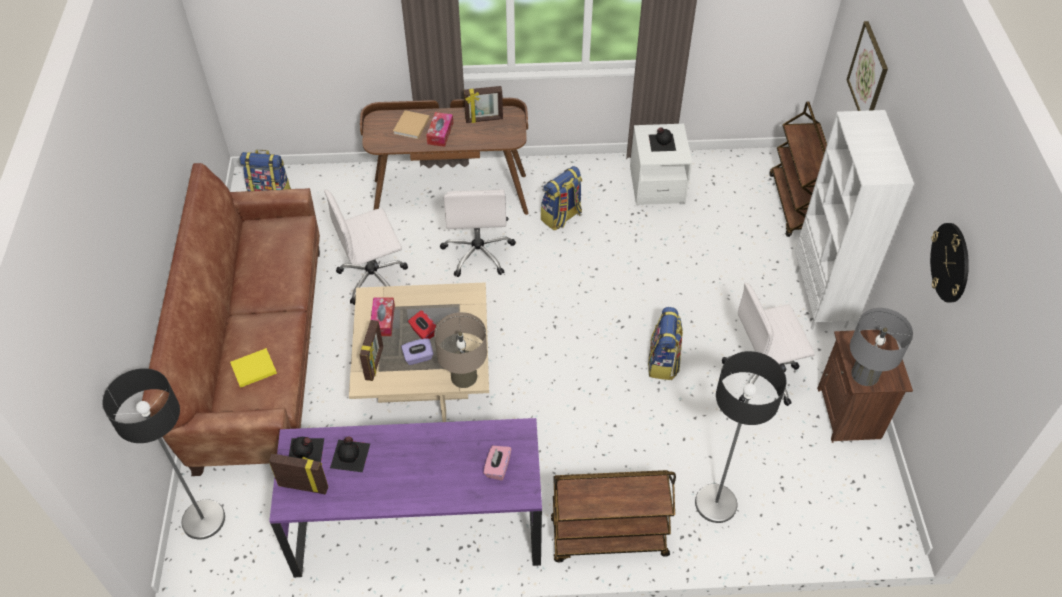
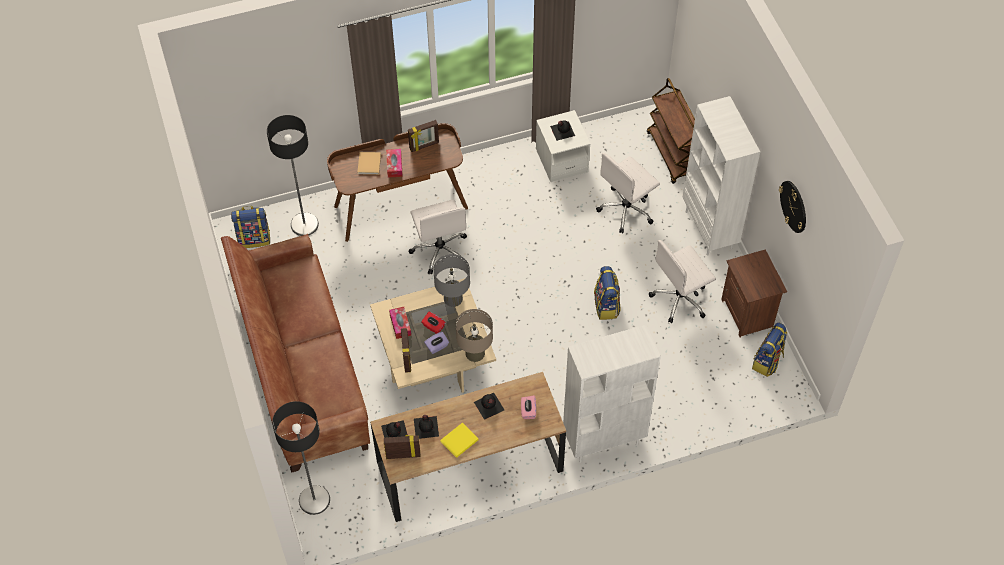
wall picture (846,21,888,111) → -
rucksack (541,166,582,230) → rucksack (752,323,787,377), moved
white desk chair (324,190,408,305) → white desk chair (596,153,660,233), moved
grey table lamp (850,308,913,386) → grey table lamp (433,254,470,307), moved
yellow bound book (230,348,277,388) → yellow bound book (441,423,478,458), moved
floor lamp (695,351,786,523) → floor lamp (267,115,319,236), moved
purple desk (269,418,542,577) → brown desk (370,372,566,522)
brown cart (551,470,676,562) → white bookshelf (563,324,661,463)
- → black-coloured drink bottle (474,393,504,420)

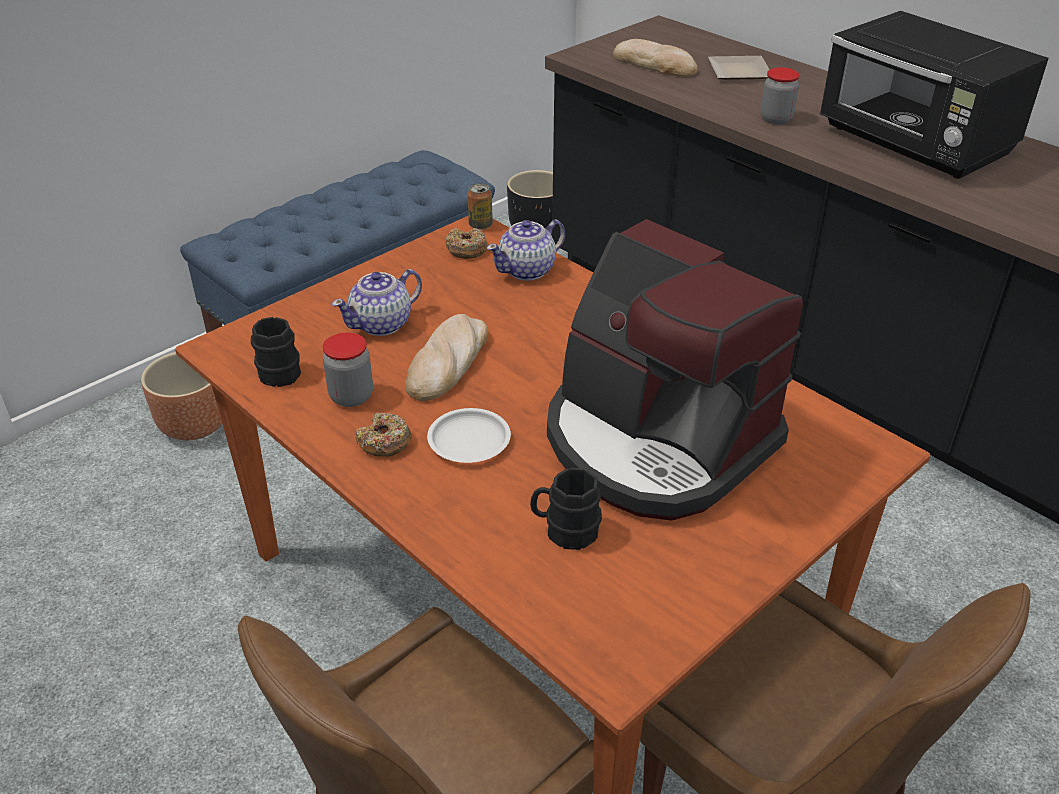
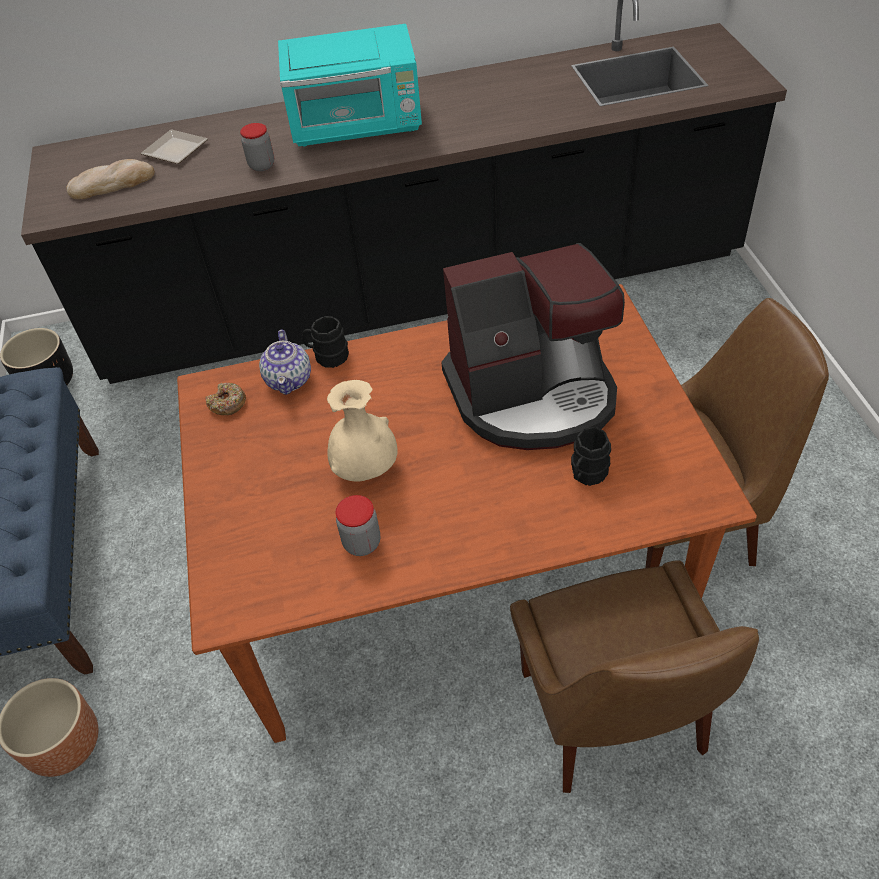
black-coloured microwave (819,11,1048,179) → turquoise microwave (278,24,422,147)
sealed can (467,183,493,230) → -
teapot (332,269,422,336) → -
bread (405,314,488,401) → sand-coloured decorative vase (327,380,398,482)
black-coloured coffee mug (251,317,301,387) → black-coloured coffee mug (302,316,349,368), moved
white dinner plate (427,408,511,463) → -
doughnut (355,413,412,457) → -

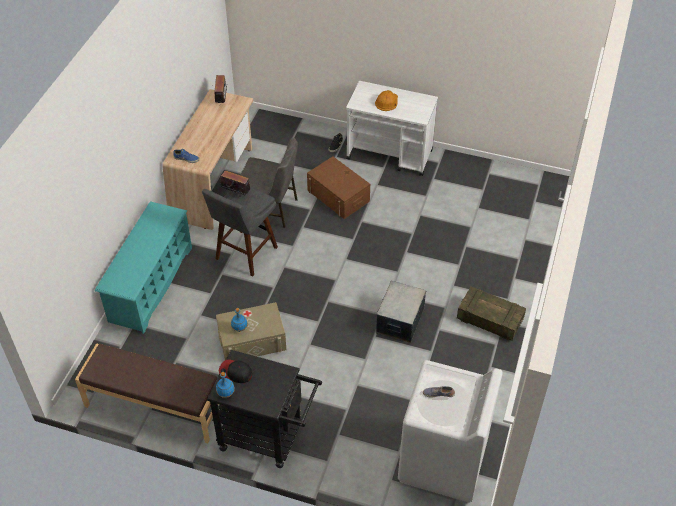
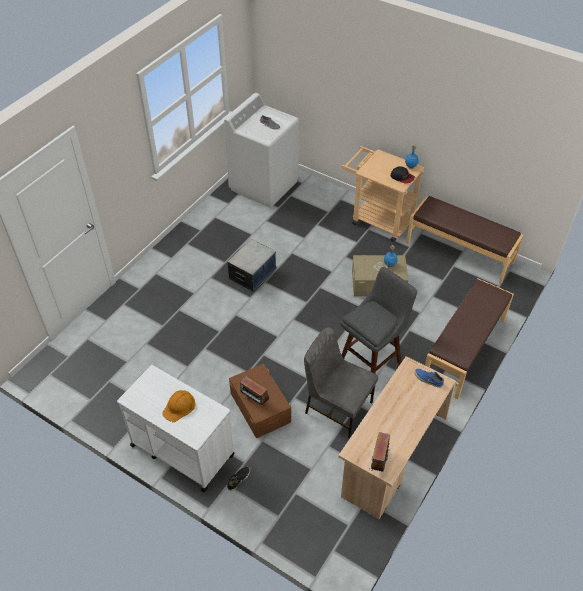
radio set (220,171,250,197) → radio set (240,376,269,407), moved
turquoise shoe rack (95,201,192,334) → brown indoor bench (425,279,514,399)
packing crate (457,287,526,341) → -
black-coloured cart (207,350,322,468) → sand-coloured cart (341,146,425,242)

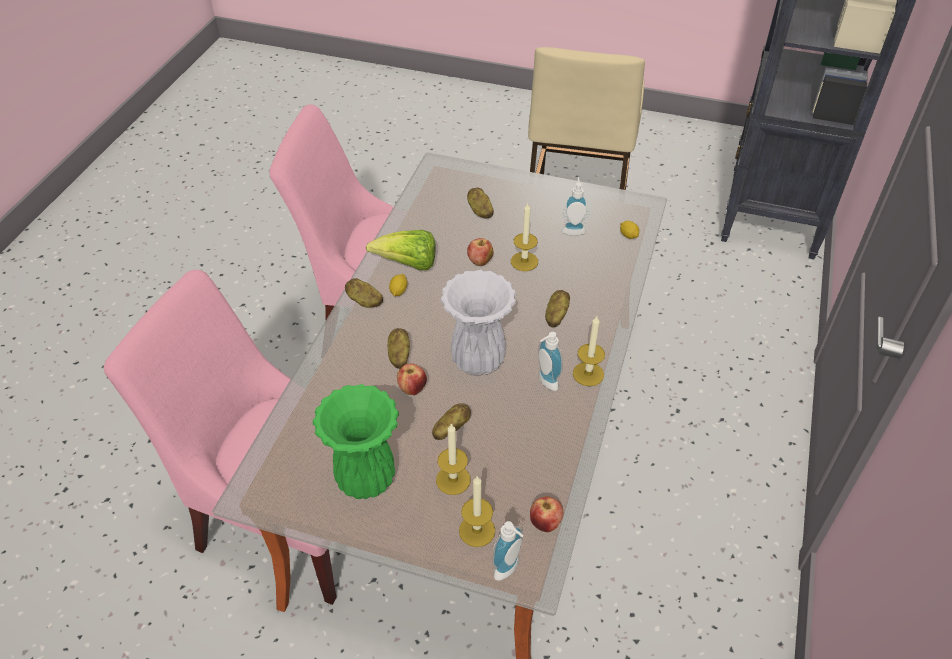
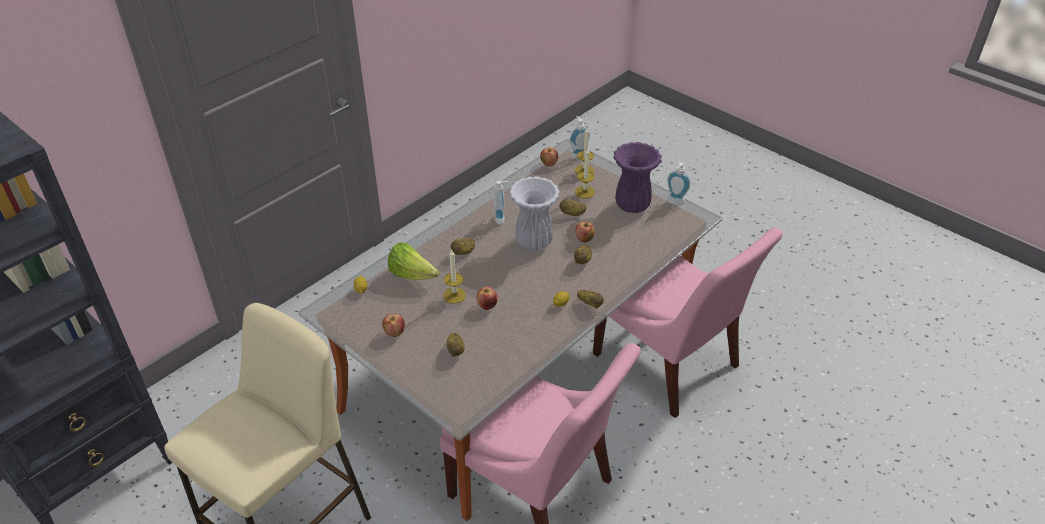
liquid soap bottle (560,177,593,236) → liquid soap bottle (667,163,690,204), moved
lettuce (366,230,436,270) → lettuce (388,243,440,280), moved
wax light (573,316,605,386) → -
greenish decorative vase (313,384,399,499) → purple decorative vase (614,142,662,213)
- → whole apple (382,314,405,337)

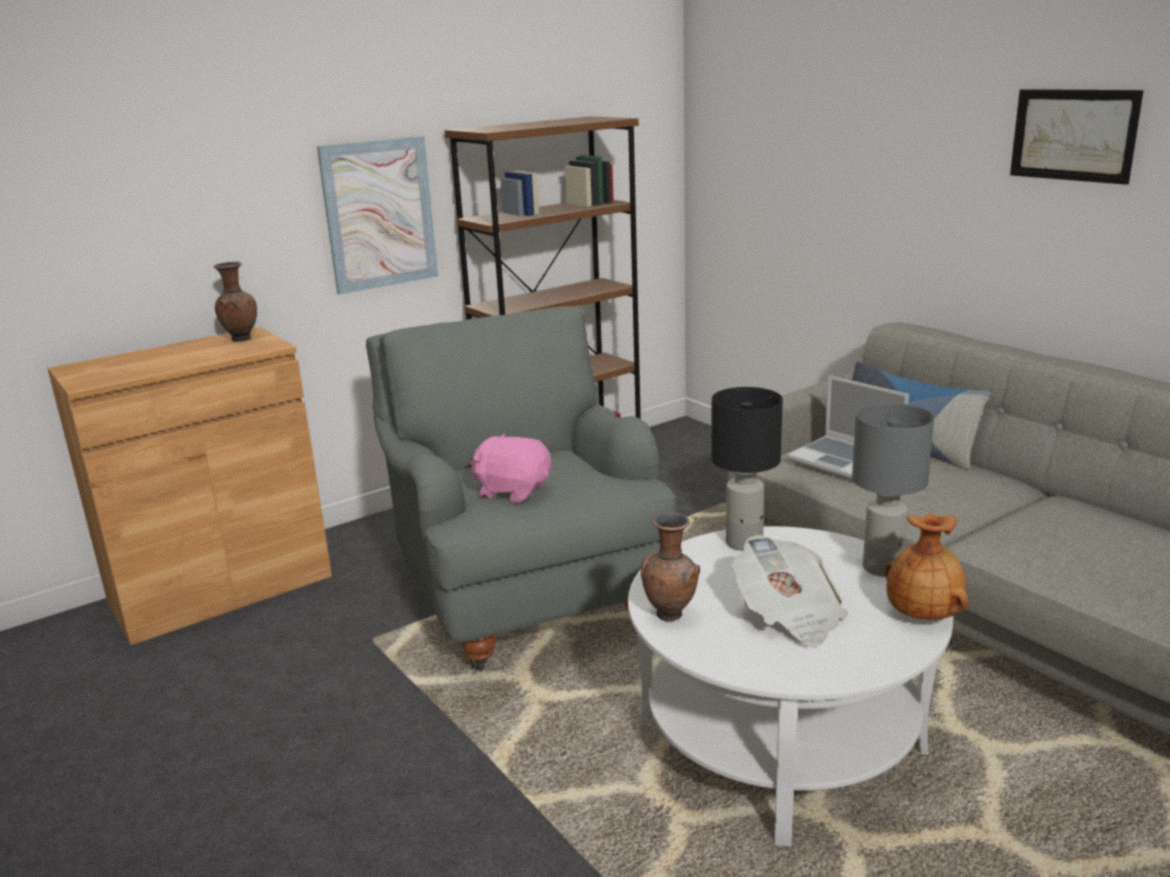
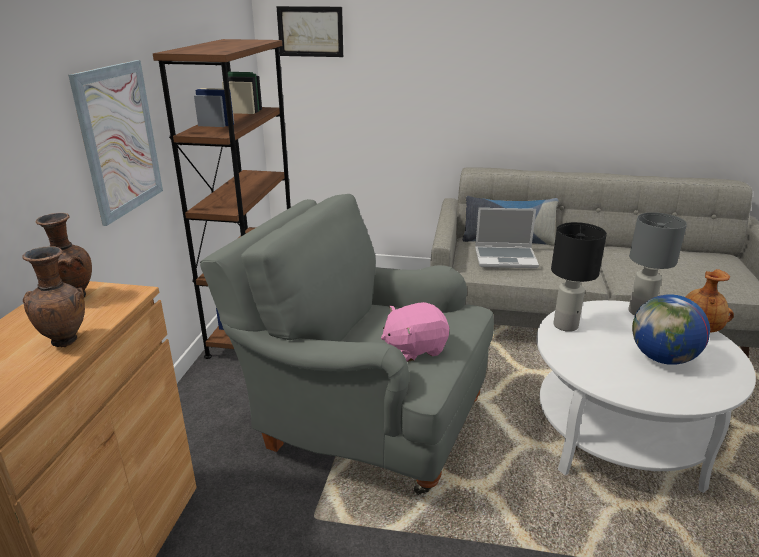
wall picture (1010,89,1144,185) → wall picture (276,6,343,57), moved
brown decorative vase (641,513,700,622) → brown decorative vase (22,246,85,347), moved
daily paper (732,535,848,648) → world globe (632,294,710,365)

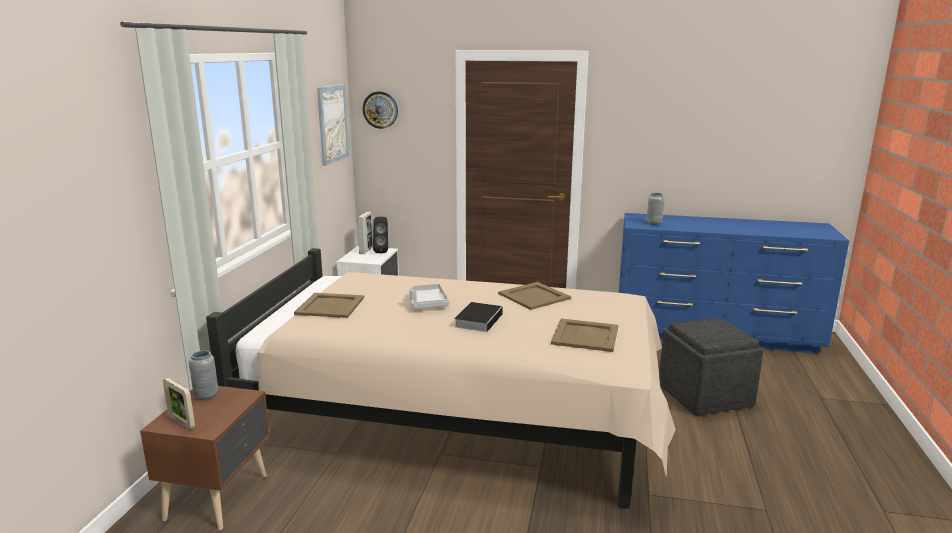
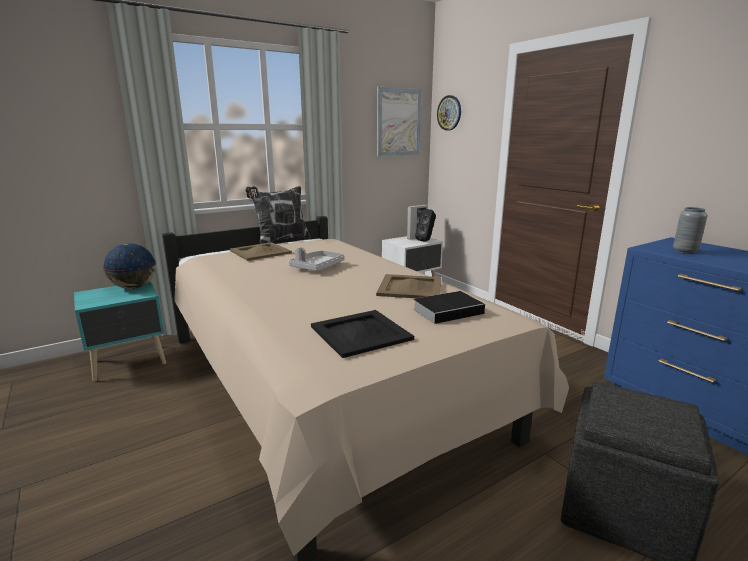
bound book (454,302,503,332) → bound book (413,291,489,324), moved
sand-coloured carrying tray (551,319,618,352) → black-coloured carrying tray (311,310,414,358)
grey decorative vase (189,351,218,400) → world globe (103,243,156,289)
picture frame (163,378,195,430) → -
brown nightstand (140,386,270,530) → turquoise nightstand (74,281,166,382)
- → pillow (246,186,311,244)

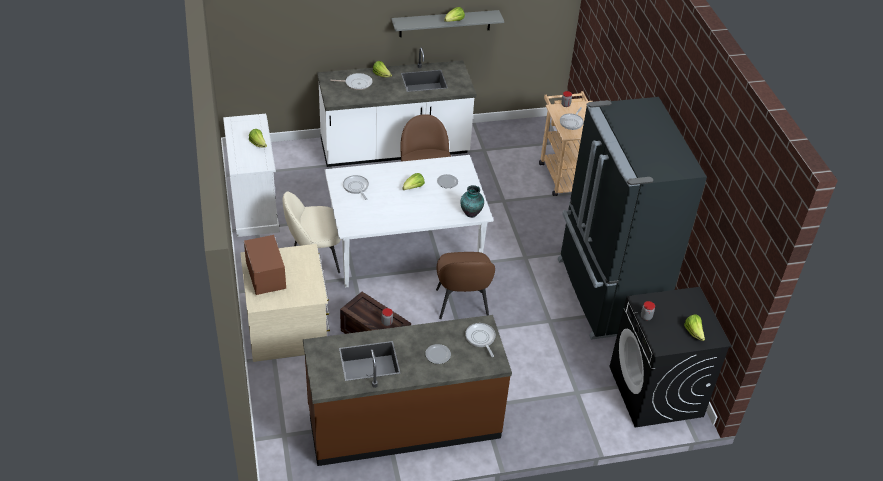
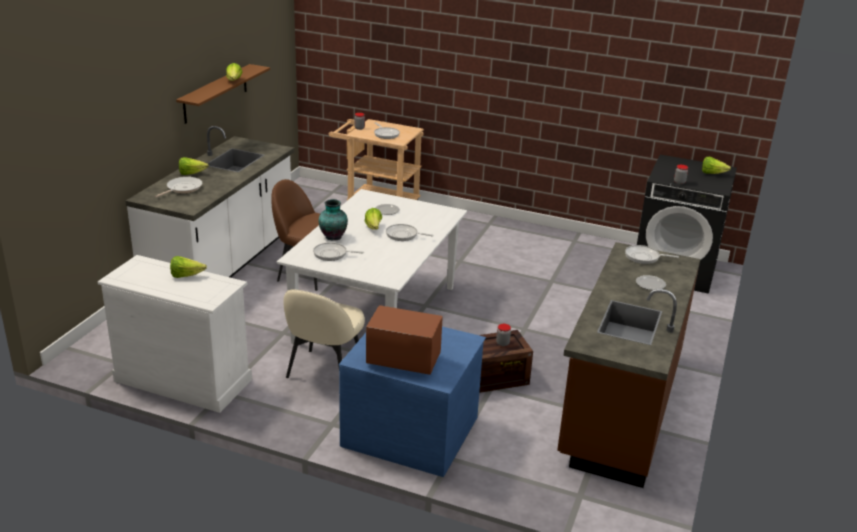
grey bracket shelf (391,10,504,37) → brown bracket shelf (176,64,270,124)
black-coloured fridge (558,97,707,340) → -
decorative vase (460,185,484,218) → decorative vase (319,199,348,240), moved
sand-coloured dresser (240,244,330,362) → bluish dresser (339,327,486,477)
brown plain chair (436,252,495,319) → -
- → skillet (386,224,434,241)

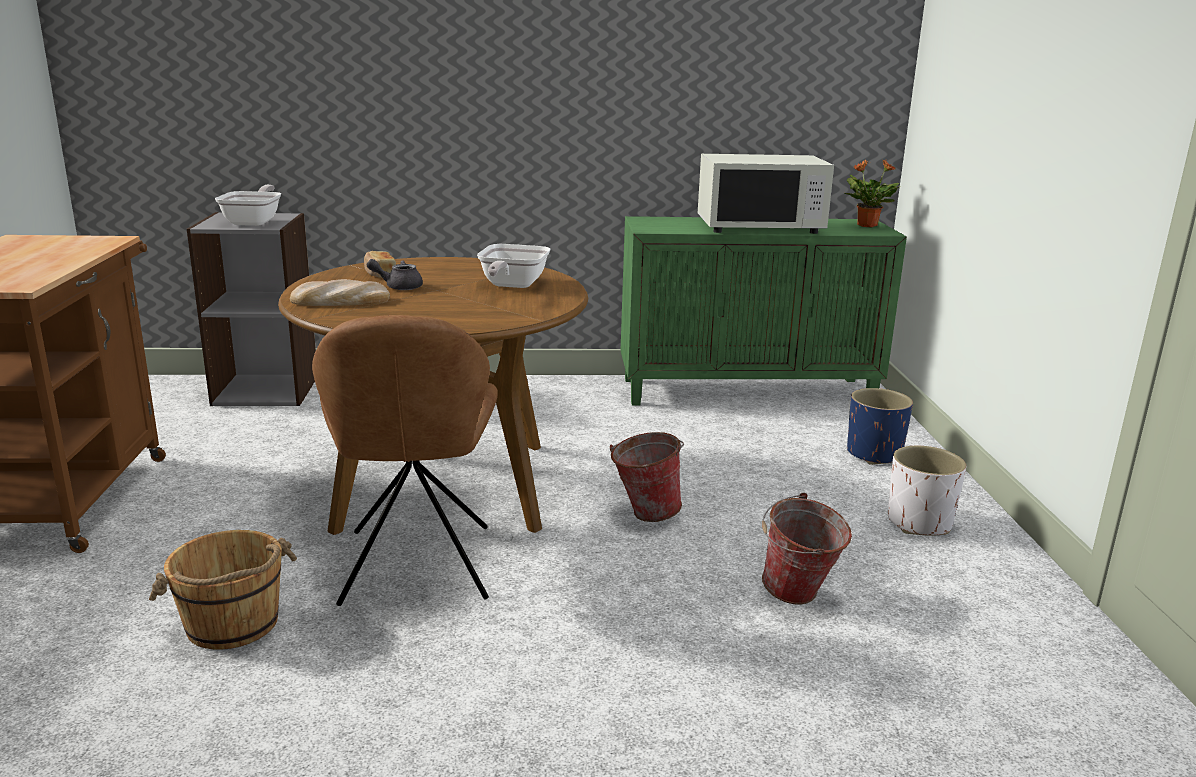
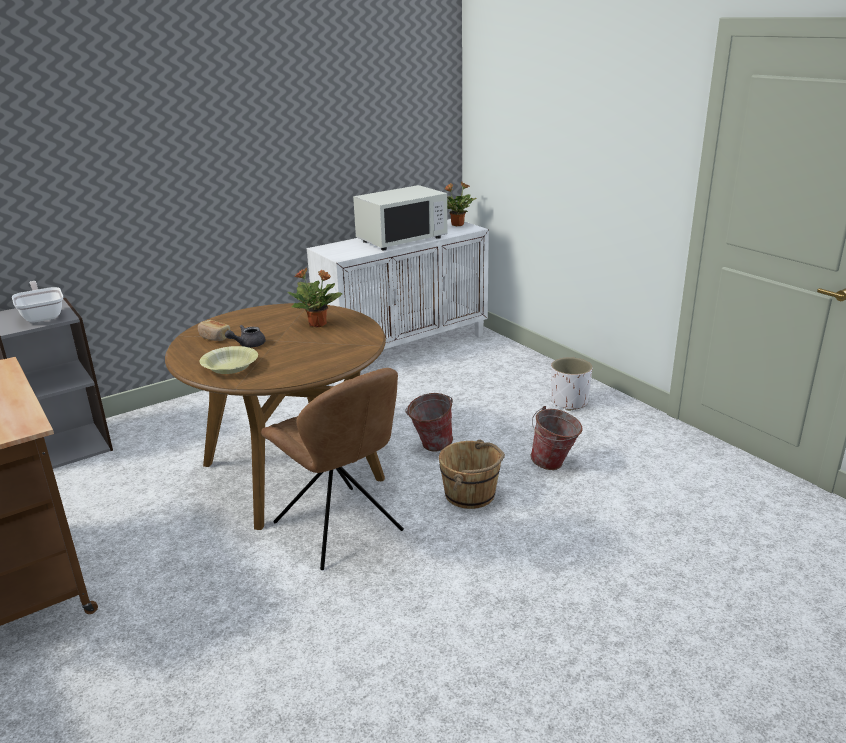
greenish storage cabinet (620,216,907,405) → white storage cabinet (307,219,489,350)
skillet (477,244,550,288) → houseplant (287,268,342,327)
bread (290,279,390,306) → yellow serving bowl (200,346,258,374)
bluish plant pot (847,388,913,465) → -
brown pail (149,530,297,650) → brown pail (439,440,505,509), moved

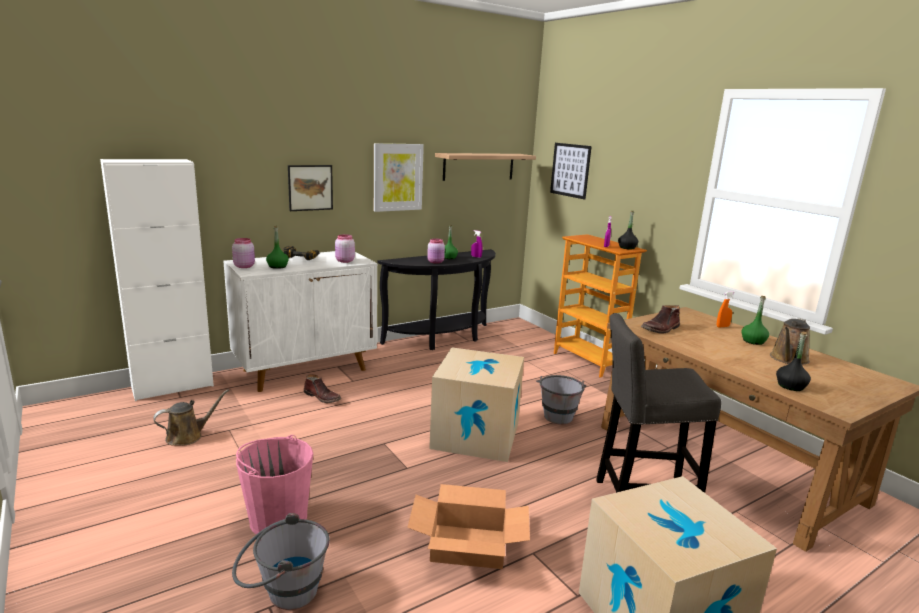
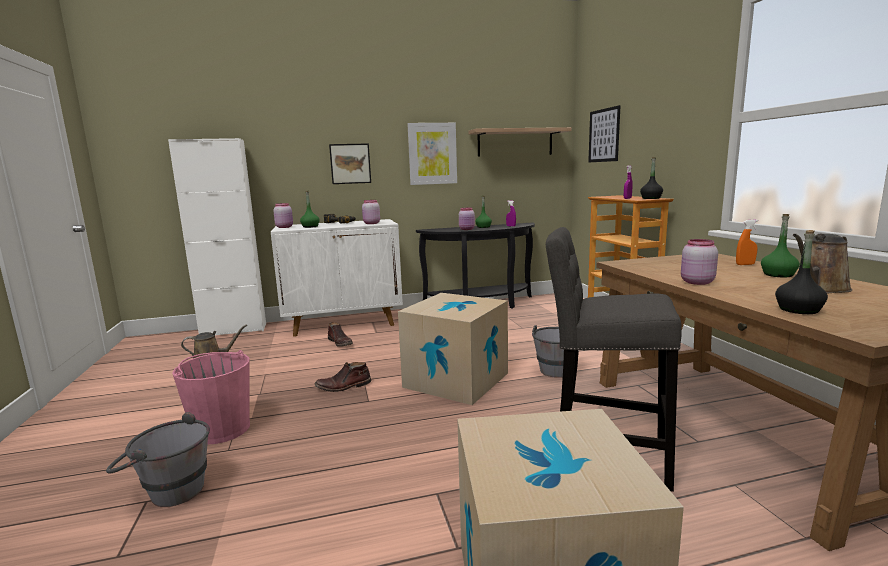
brown tall boot (641,305,680,334) → brown tall boot (315,362,371,392), moved
packing box (407,484,530,569) → -
- → pink preserve jar (681,239,718,285)

